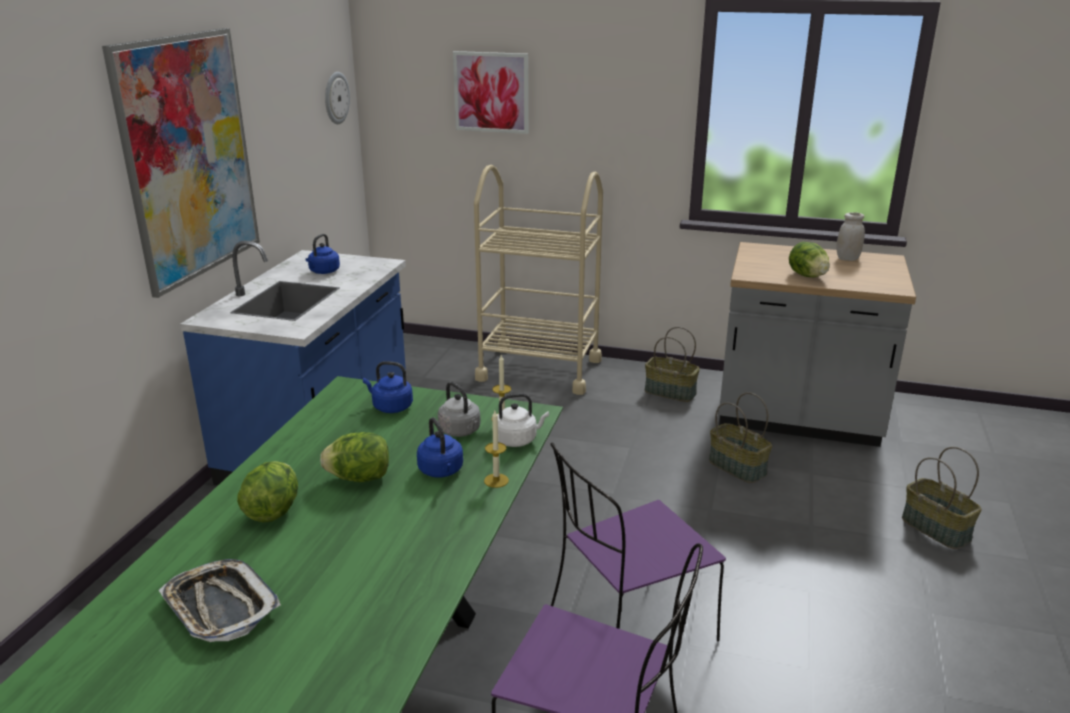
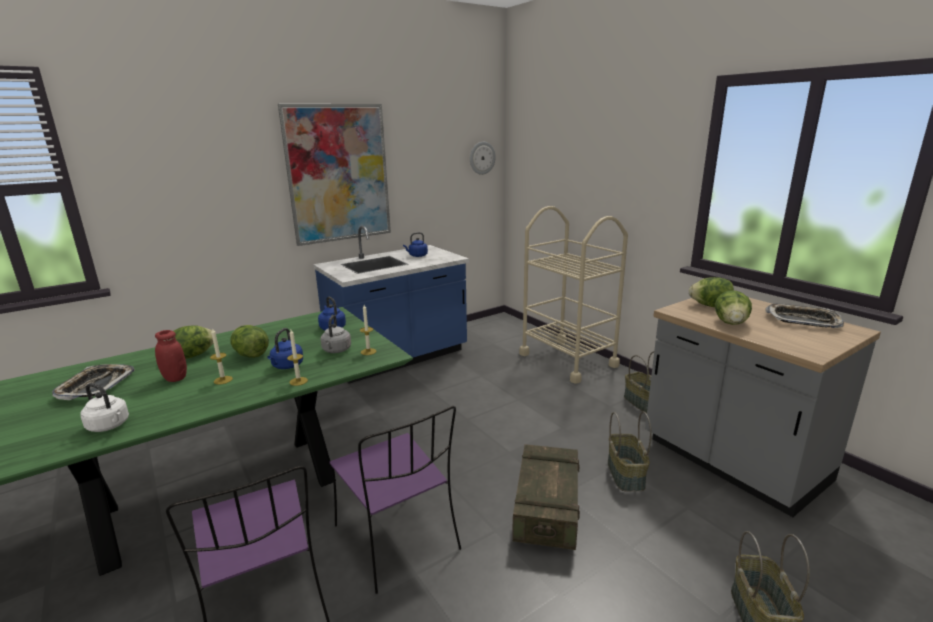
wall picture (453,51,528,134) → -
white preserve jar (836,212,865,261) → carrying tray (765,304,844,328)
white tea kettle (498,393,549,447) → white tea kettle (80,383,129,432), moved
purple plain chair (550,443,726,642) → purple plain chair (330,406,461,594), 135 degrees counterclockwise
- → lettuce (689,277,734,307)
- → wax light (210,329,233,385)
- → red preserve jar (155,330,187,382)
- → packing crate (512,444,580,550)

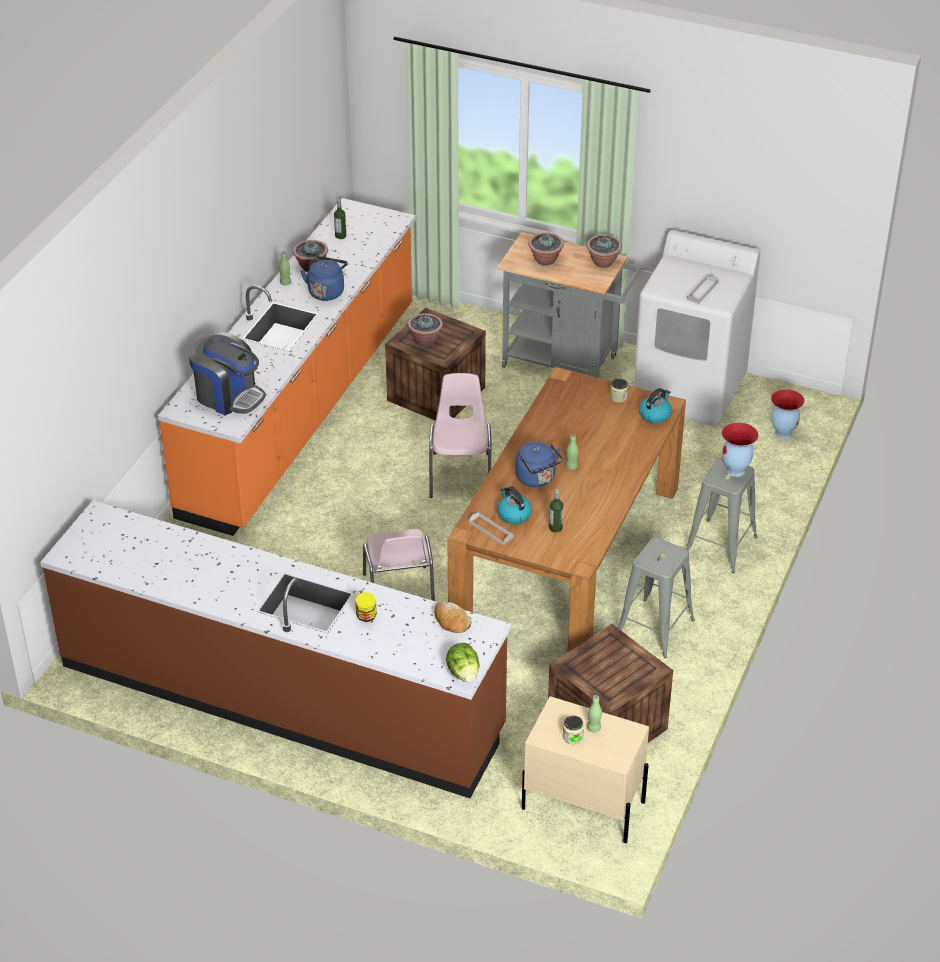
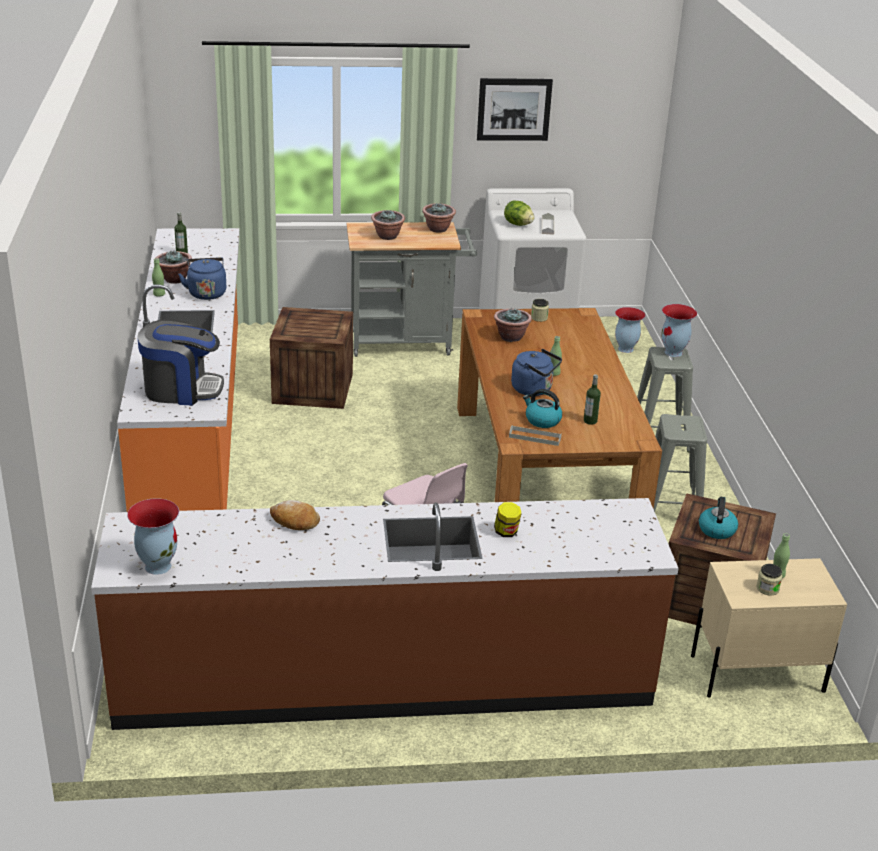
houseplant (407,313,443,346) → houseplant (494,308,532,342), moved
pink plain chair (429,373,491,498) → -
tea kettle (639,388,672,423) → tea kettle (699,497,738,539), moved
bread (434,602,471,633) → bread (270,500,320,530), moved
lettuce (446,643,479,682) → lettuce (504,200,535,226), moved
- → wall picture (477,78,553,141)
- → decorative vase (127,498,179,575)

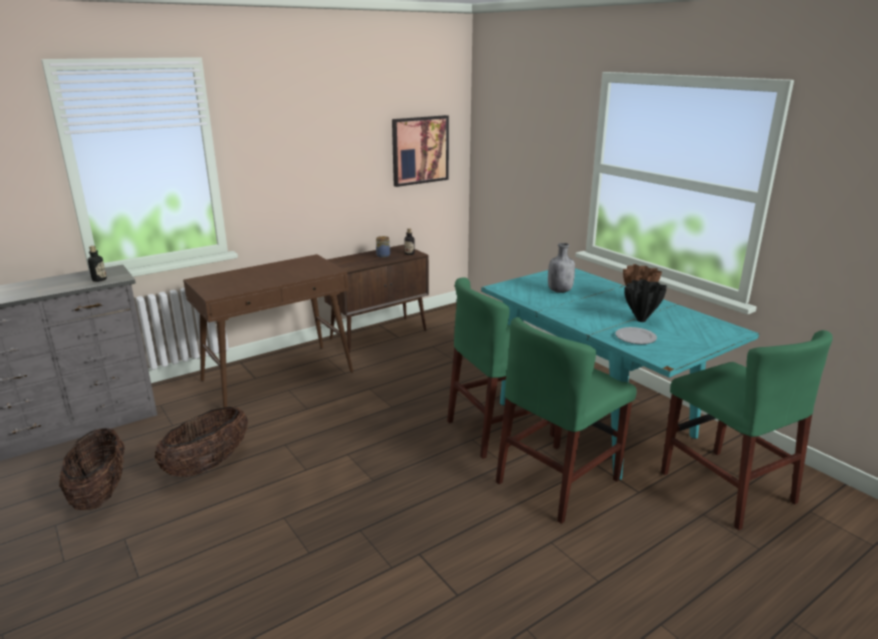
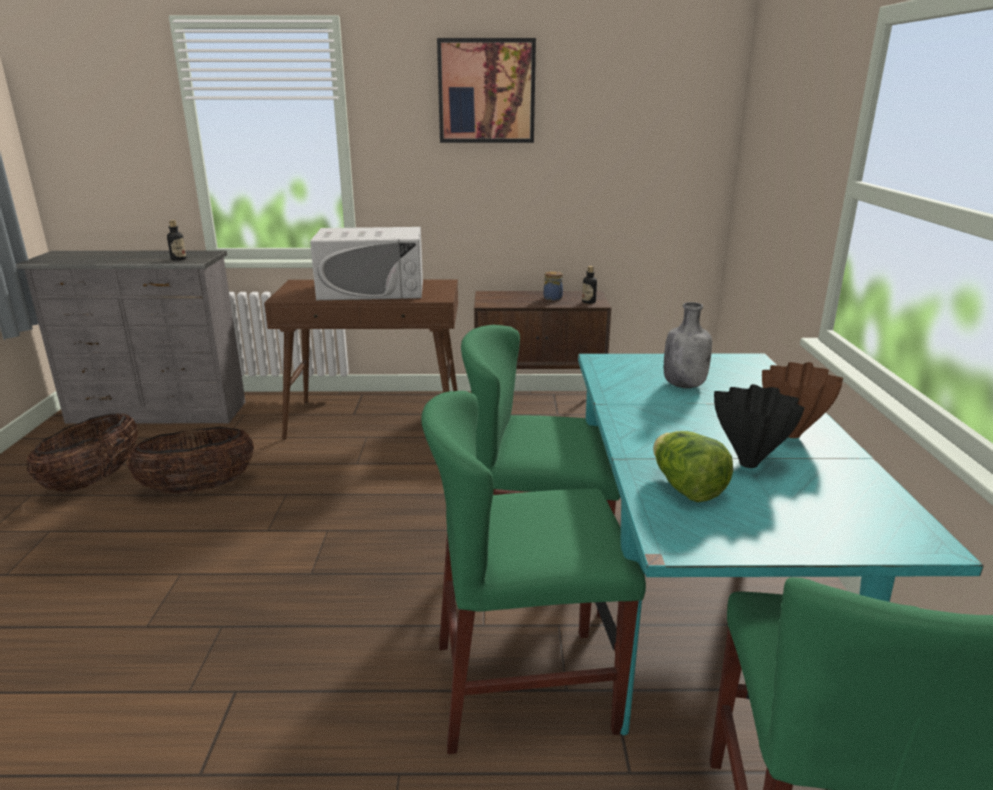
wall picture (392,115,449,187) → wall picture (437,38,536,143), moved
dinner plate (615,327,657,344) → lettuce (653,431,733,502)
- → white microwave (310,227,423,300)

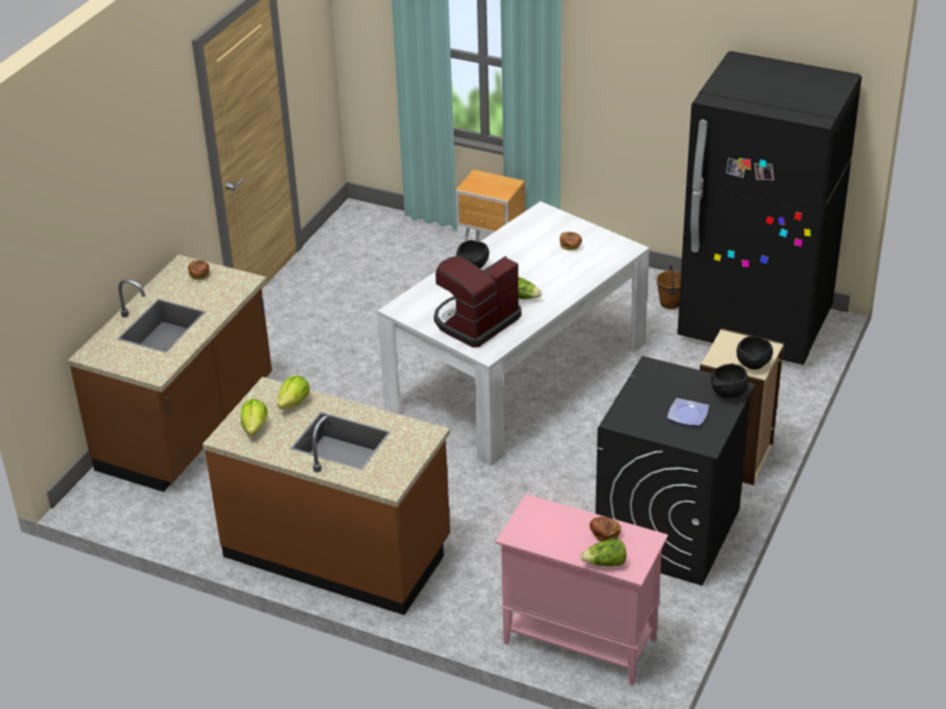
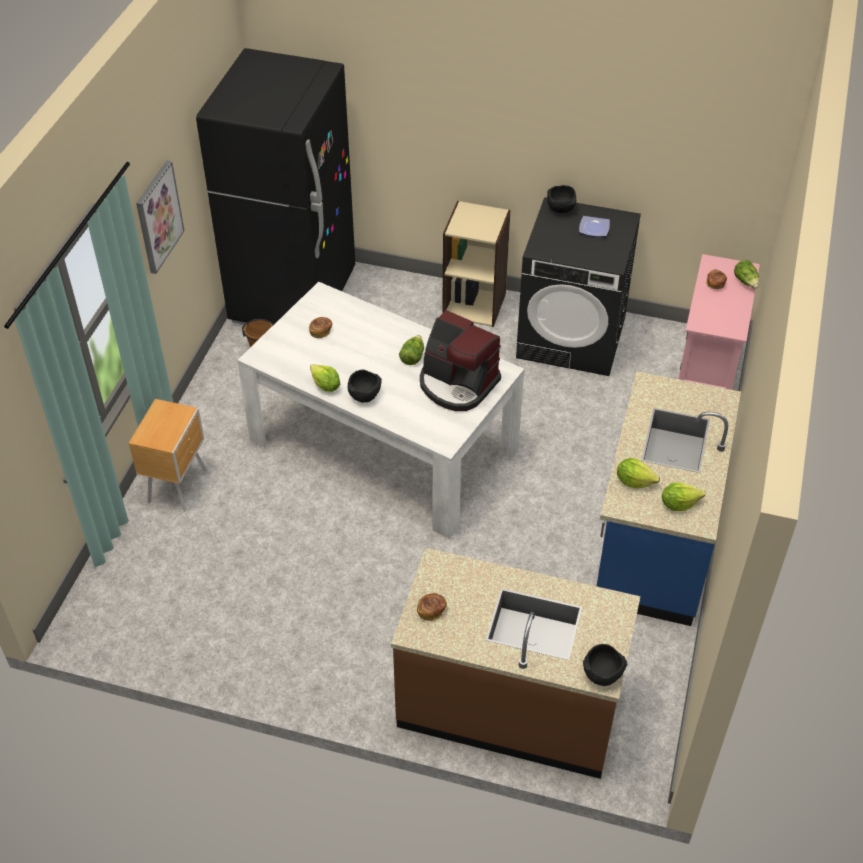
black-coloured serving bowl (737,336,773,370) → black-coloured serving bowl (583,644,627,686), moved
brown kitchen base unit (203,377,450,615) → bluish kitchen base unit (597,371,741,626)
- → wall picture (136,160,185,274)
- → lettuce (310,364,340,392)

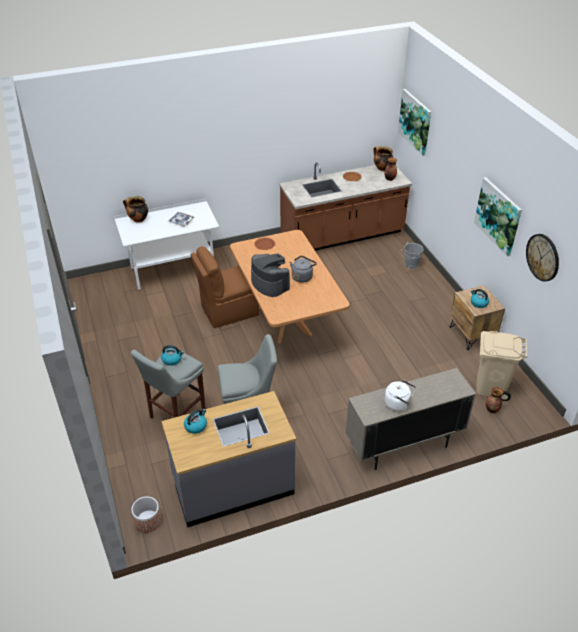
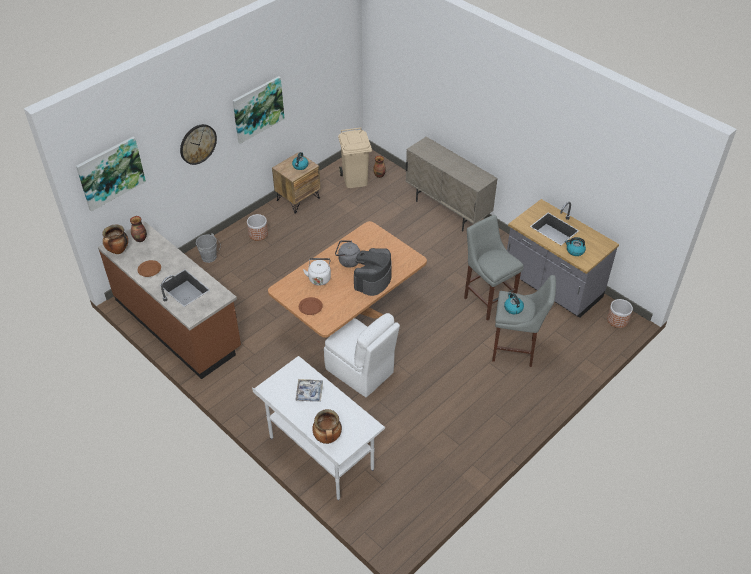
hanging clock (526,234,559,282) → hanging clock (180,124,217,165), moved
brown plain chair (191,246,259,328) → white plain chair (324,313,400,397)
white tea kettle (384,380,416,411) → white tea kettle (303,258,331,286), moved
- → plant pot (247,214,268,241)

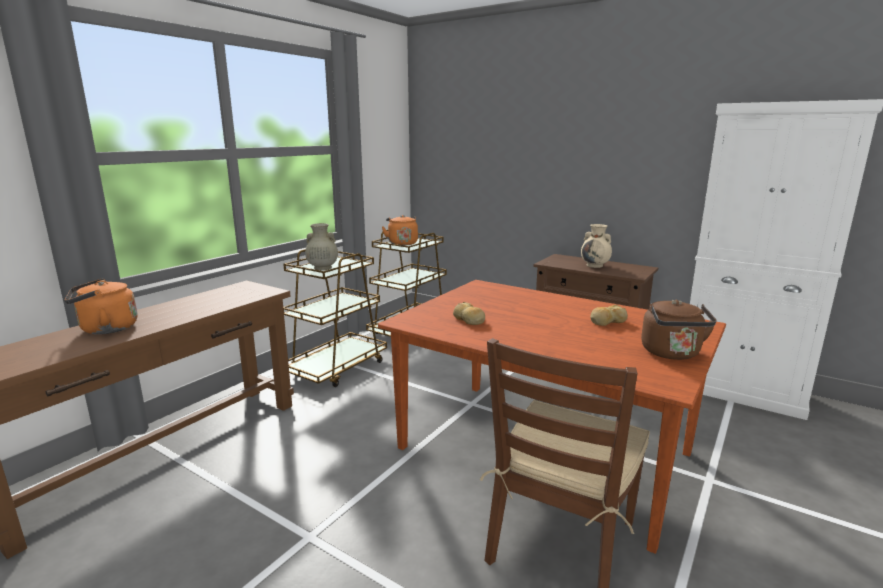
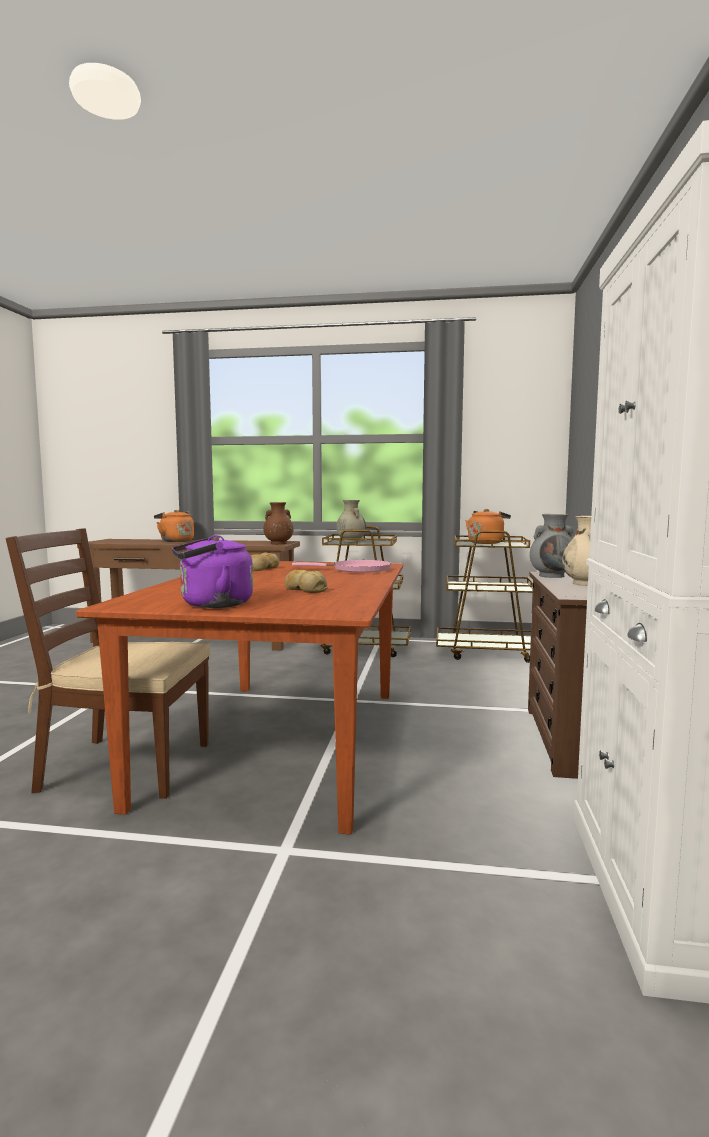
brown tea kettle (641,300,716,360) → purple tea kettle (172,535,253,608)
- → brown decorative vase (264,502,294,544)
- → grey decorative vase (530,514,574,578)
- → pink skillet (292,560,391,573)

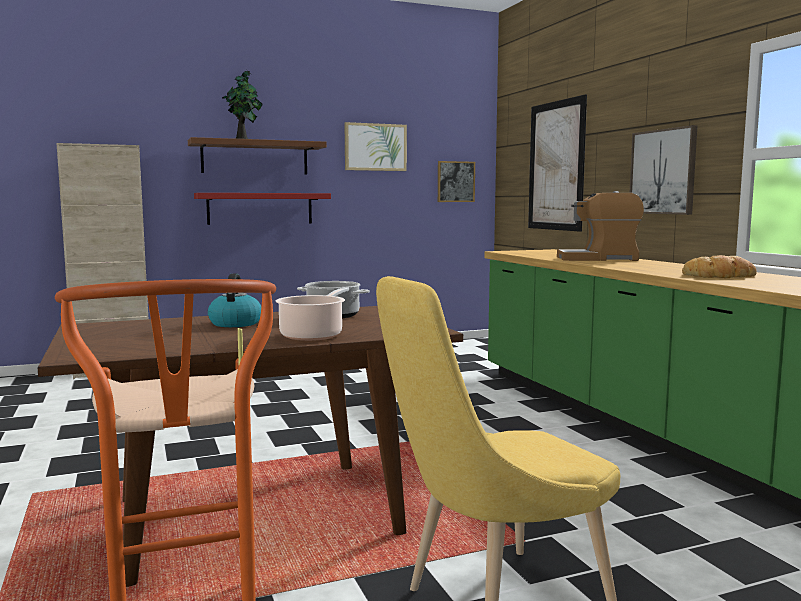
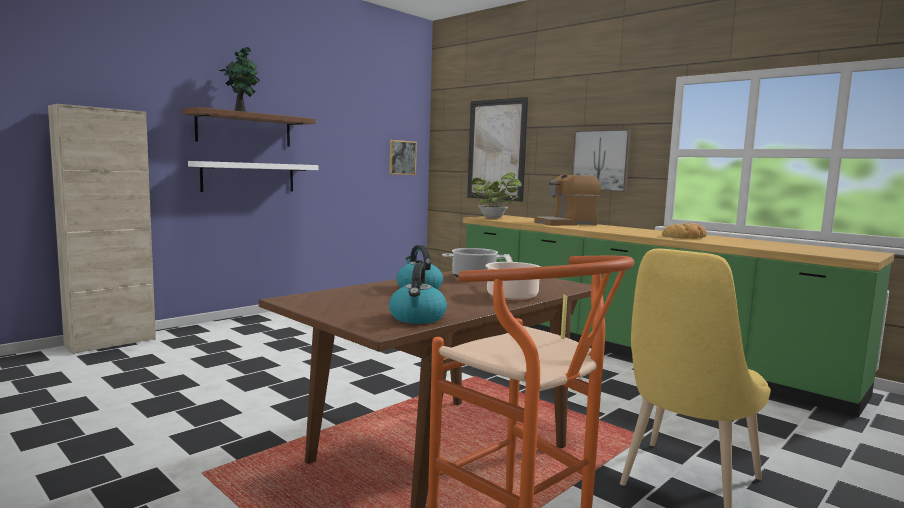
wall picture (345,122,407,171) → -
red bracket shelf (194,193,331,225) → white bracket shelf (188,161,318,192)
- → houseplant (471,172,522,219)
- → tea kettle (389,263,447,324)

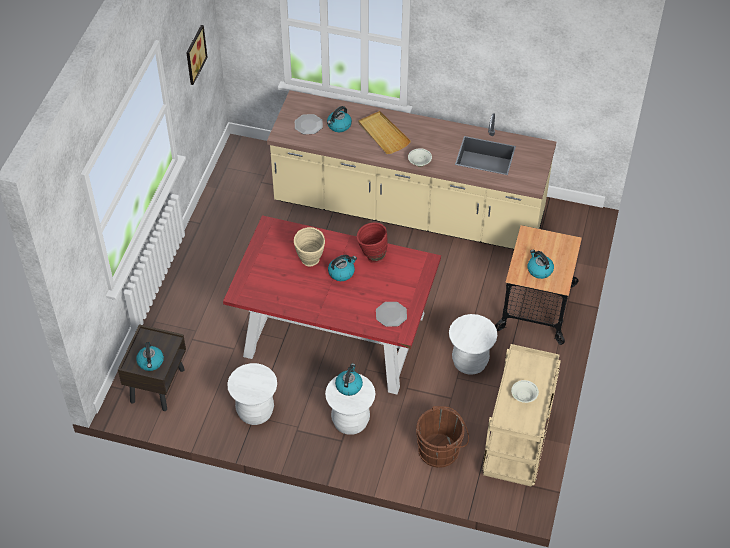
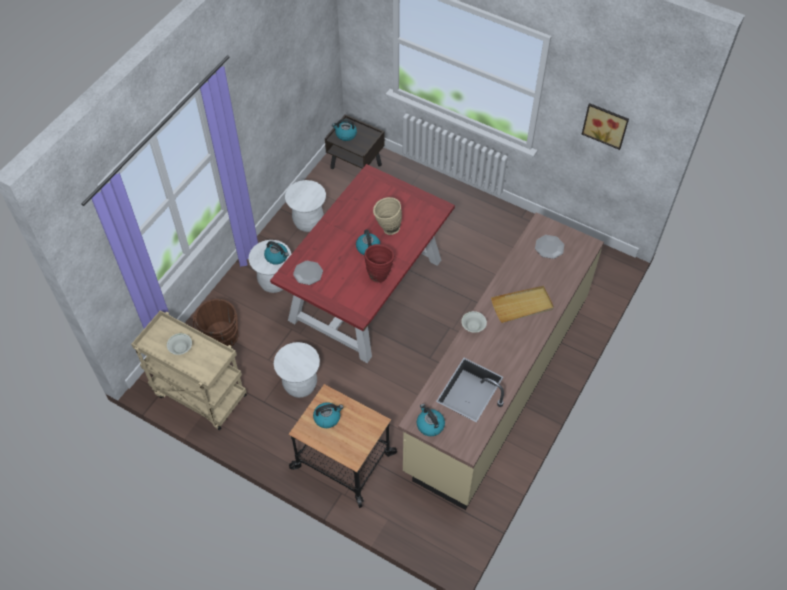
tea kettle (327,106,352,132) → tea kettle (417,404,445,436), moved

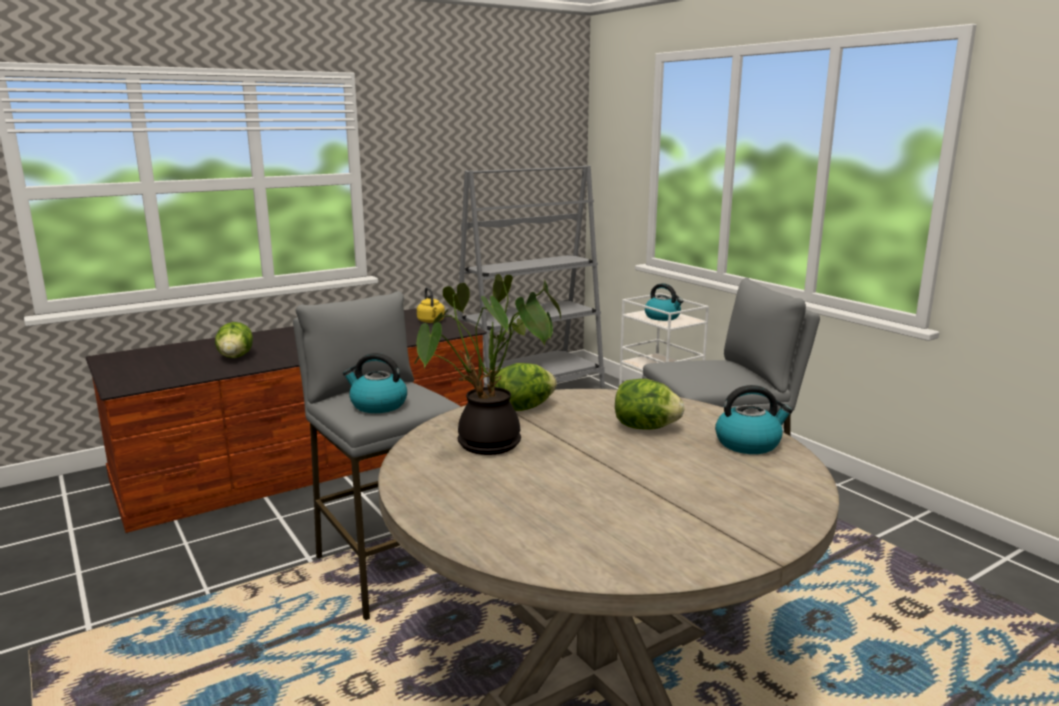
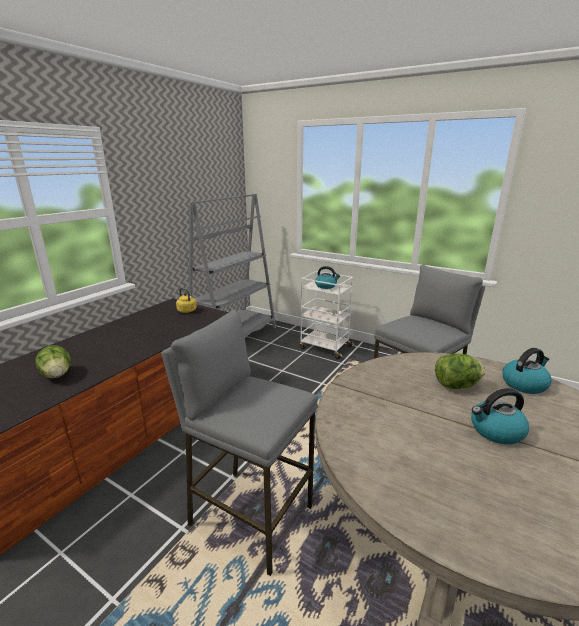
houseplant (414,274,561,455) → -
tea kettle (343,353,407,413) → tea kettle (471,388,529,445), moved
lettuce (494,363,557,411) → -

